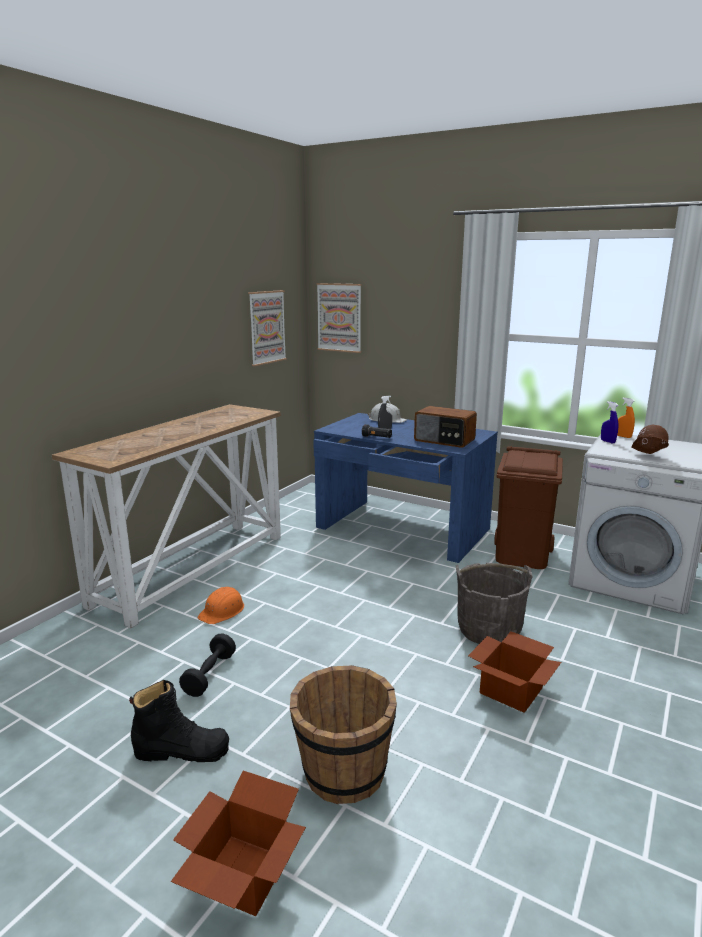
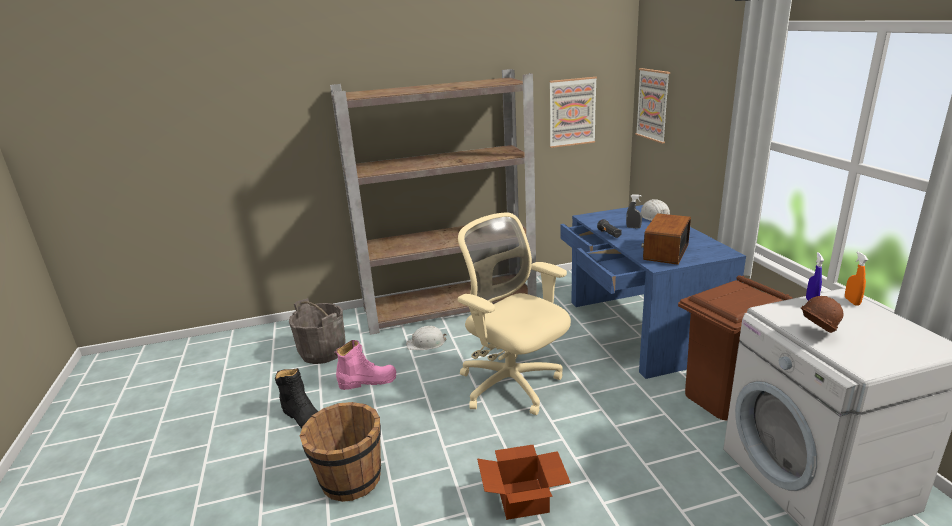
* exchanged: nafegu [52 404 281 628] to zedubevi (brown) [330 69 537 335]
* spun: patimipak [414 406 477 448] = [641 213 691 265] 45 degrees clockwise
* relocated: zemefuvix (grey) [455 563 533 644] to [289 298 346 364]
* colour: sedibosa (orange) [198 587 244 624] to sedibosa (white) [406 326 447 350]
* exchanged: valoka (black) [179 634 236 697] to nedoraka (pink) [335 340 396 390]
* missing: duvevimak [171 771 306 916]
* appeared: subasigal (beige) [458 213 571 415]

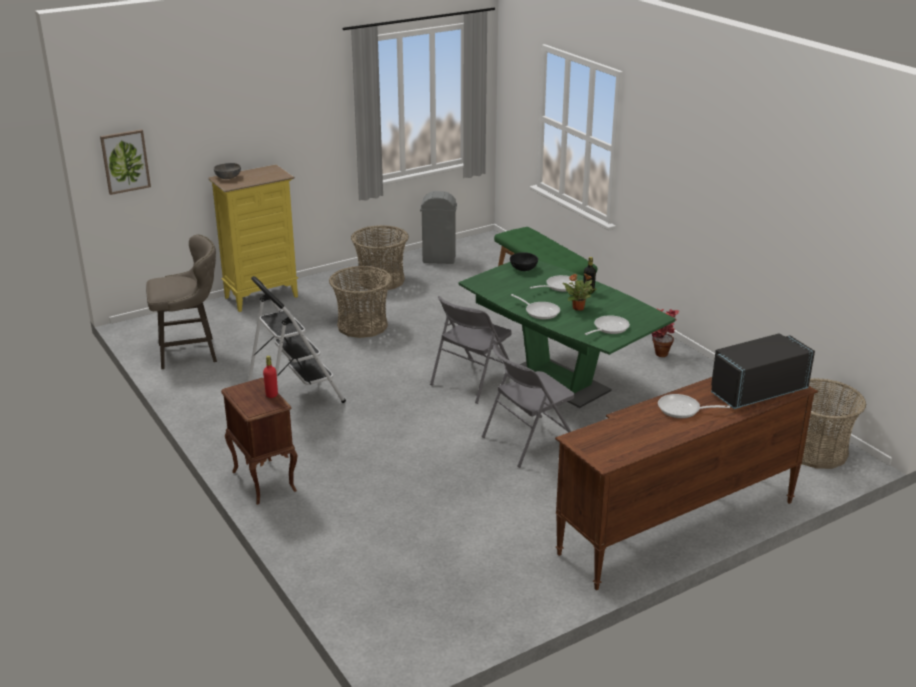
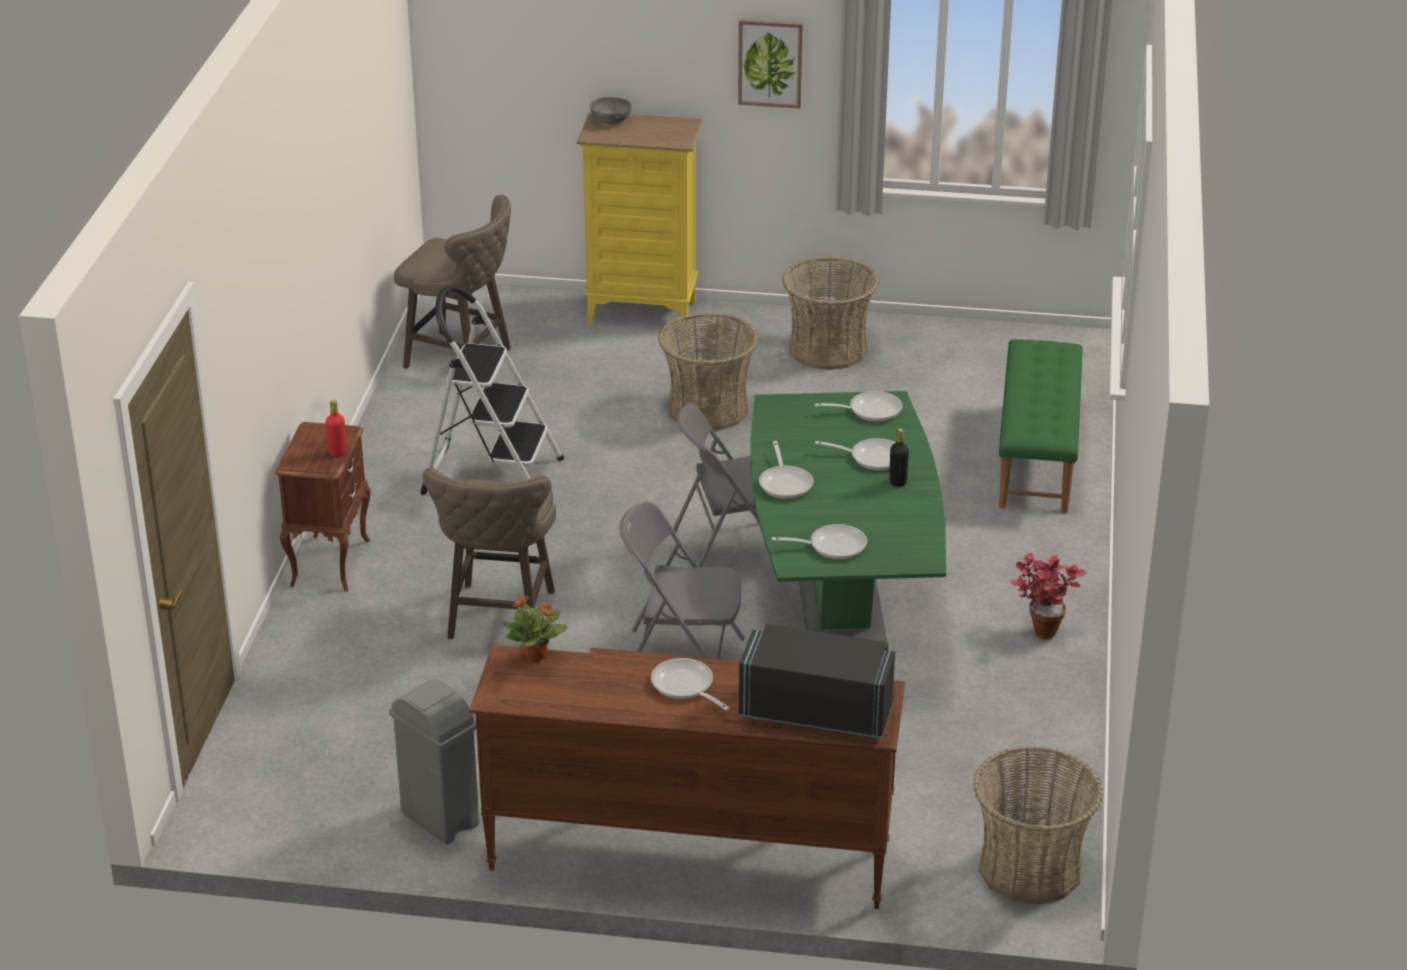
* relocated: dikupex [100 129 151 195] to [738 19 803 109]
* relocated: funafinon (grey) [420 191 457 264] to [389 679 479 844]
* exchanged: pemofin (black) [510 252 538 271] to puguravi [815 391 903 422]
* relocated: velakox [562 273 597 311] to [502 596 567 662]
* appeared: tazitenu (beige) [423 467 556 639]

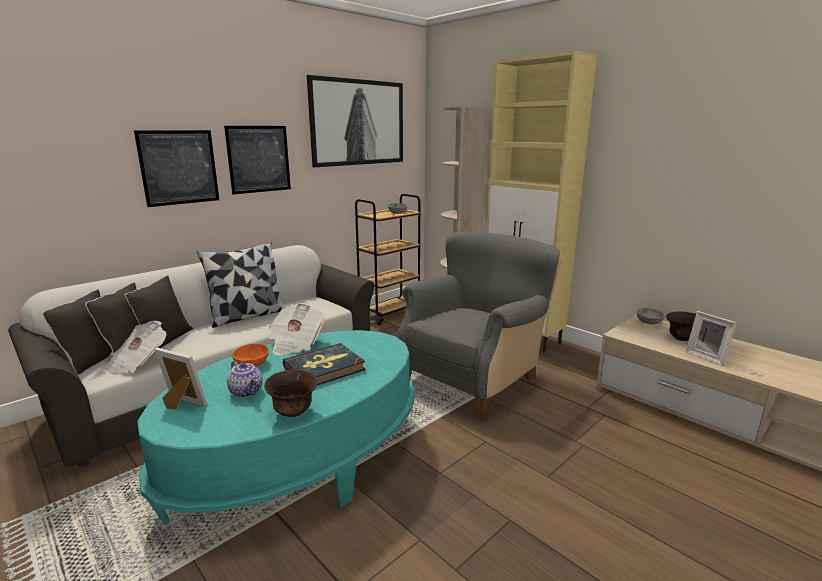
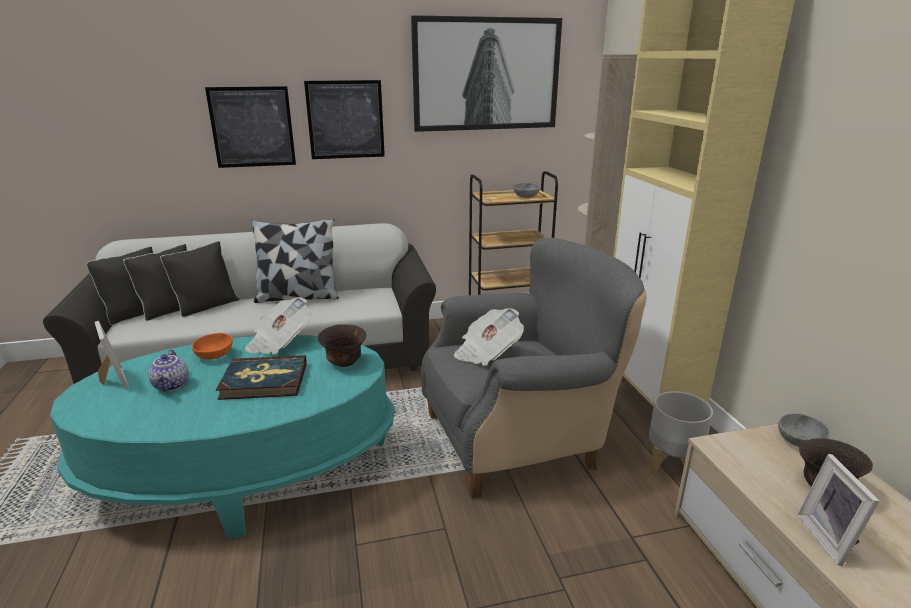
* relocated: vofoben [102 321 166 374] to [454 308 524 366]
* relocated: pemofin (brown) [264 369 318 417] to [317 324 366 367]
* appeared: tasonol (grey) [649 391 713 475]

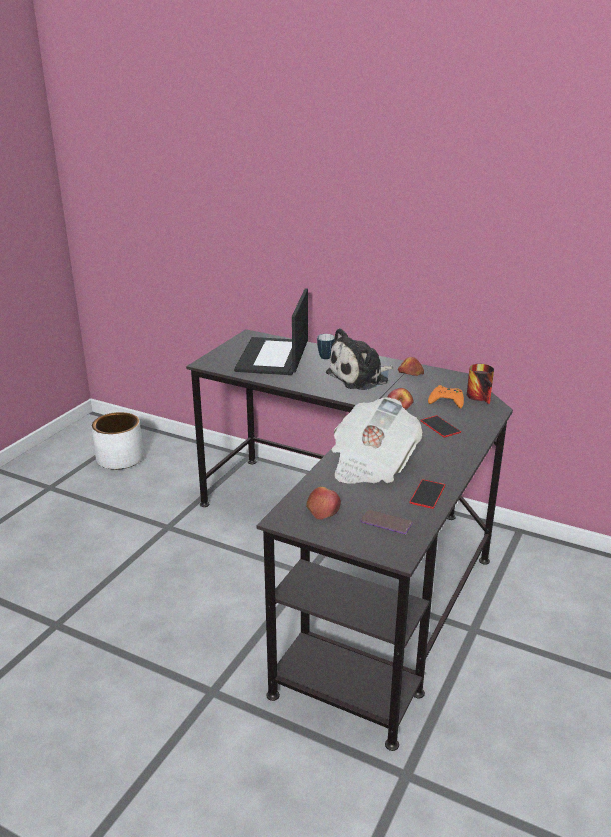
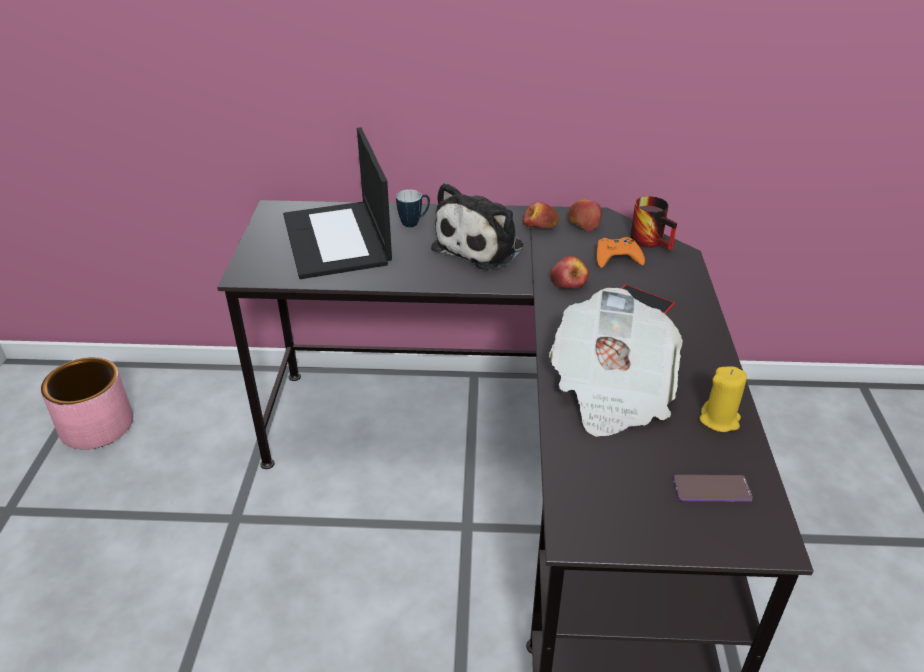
* colour: tasonol (white) [92 412 144 470] to tasonol (pink) [41 357 133 450]
* exchanged: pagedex [409 479 445 509] to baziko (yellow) [699 366 746 432]
* relocated: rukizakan [306 487 341 520] to [568 199 602 232]

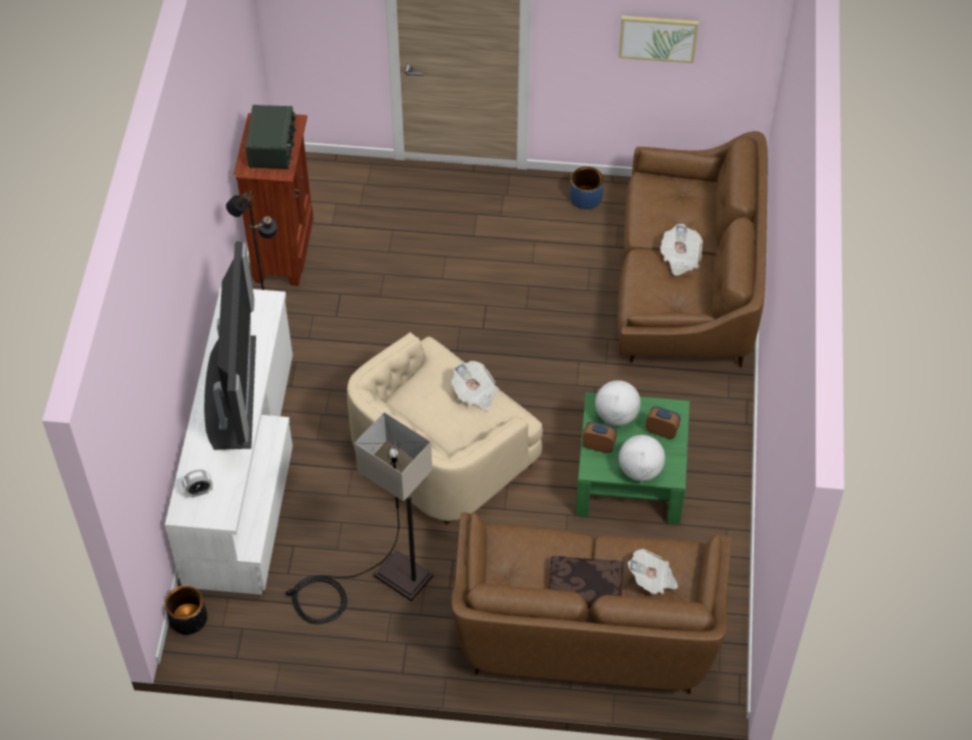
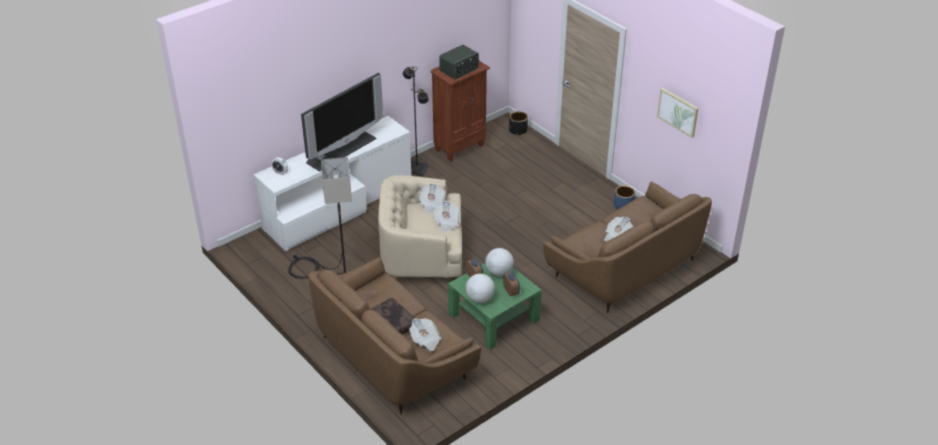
* relocated: tasonol (black) [165 586 207 635] to [509 111 528 135]
* appeared: vofoben [419 183 446 213]

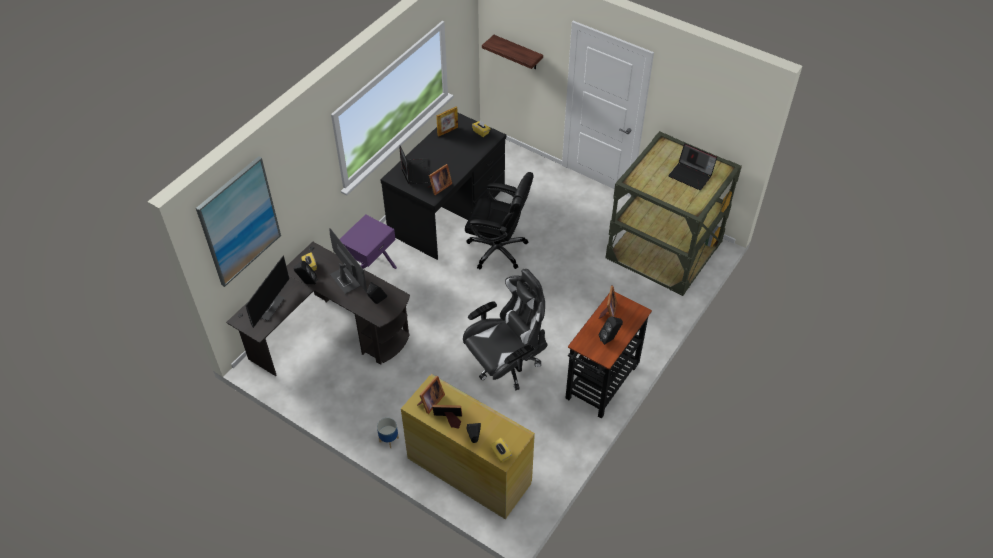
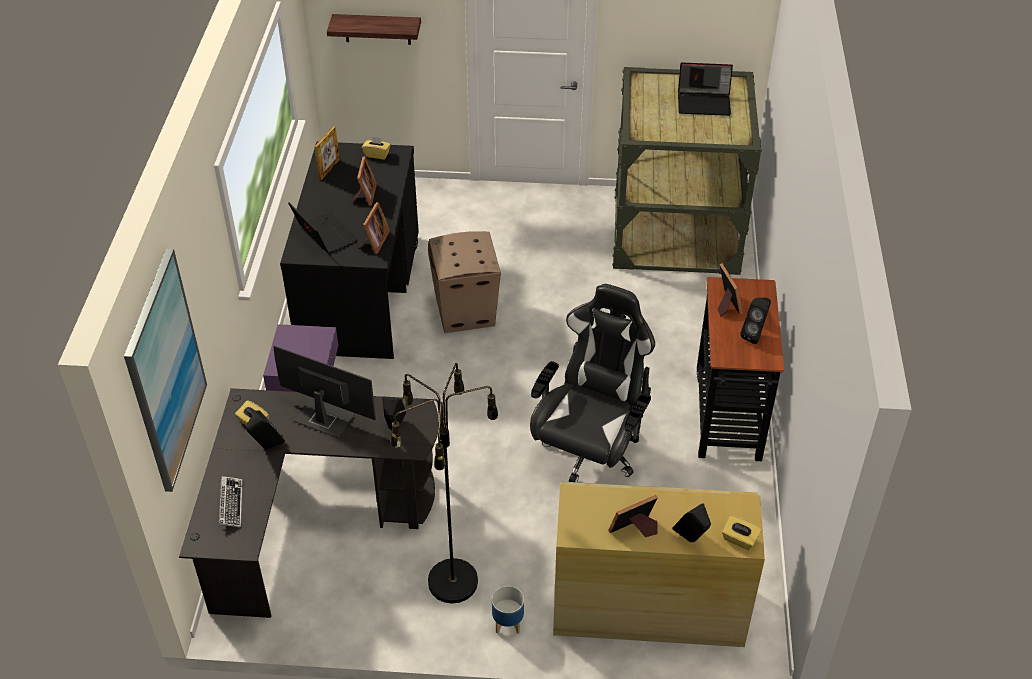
* exchanged: subasigal (black) [465 172 534 269] to duvevimak [428 231 501 333]
* exchanged: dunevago [246 256 290 328] to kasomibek [219 476 242 527]
* relocated: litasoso [417 376 445 414] to [352 156 377 206]
* appeared: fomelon [391 363 498 604]

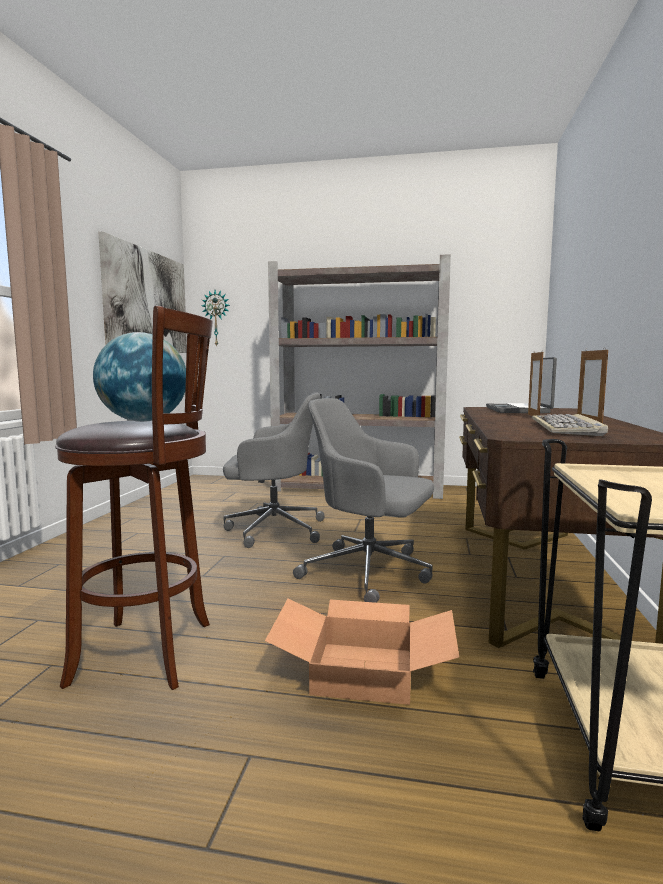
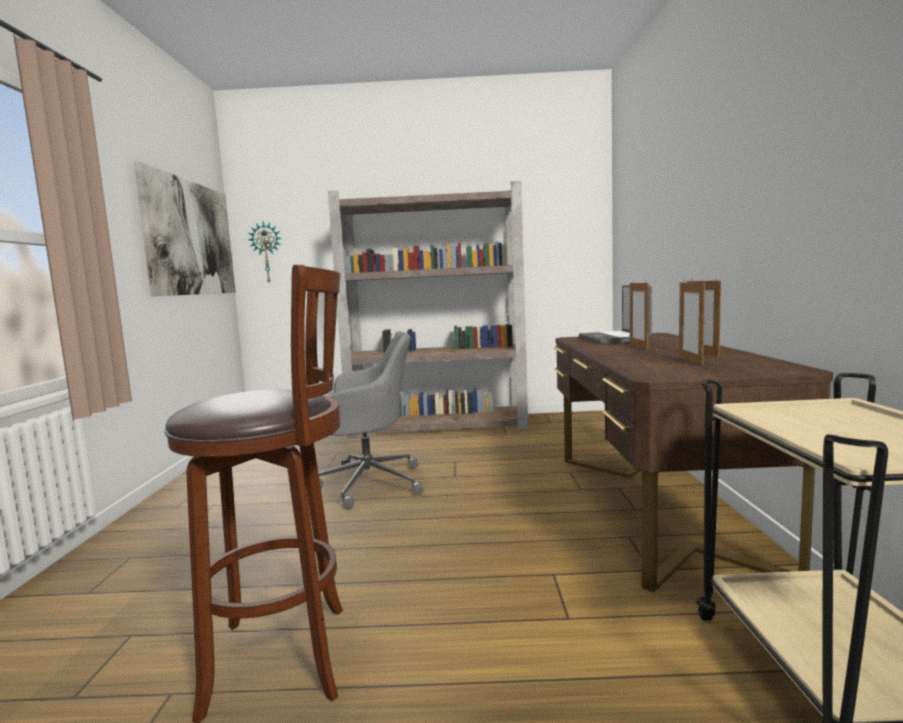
* missing: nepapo [93 332 186 422]
* missing: subasigal (grey) [293 398 434 603]
* exchanged: kasomibek [532 414 608 436] to litasoso [679 280 705 366]
* missing: duvevimak [265 599 459 705]

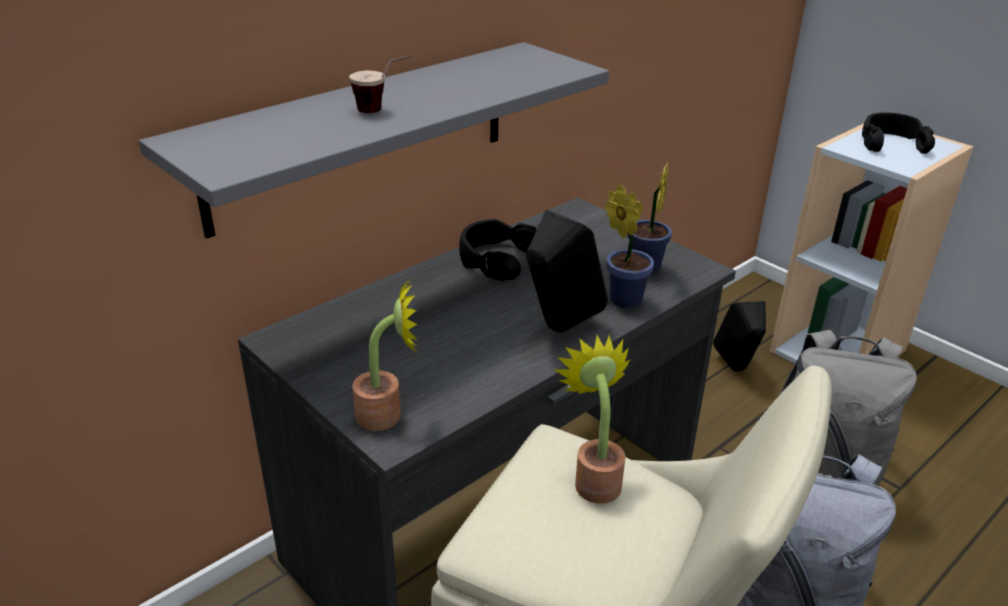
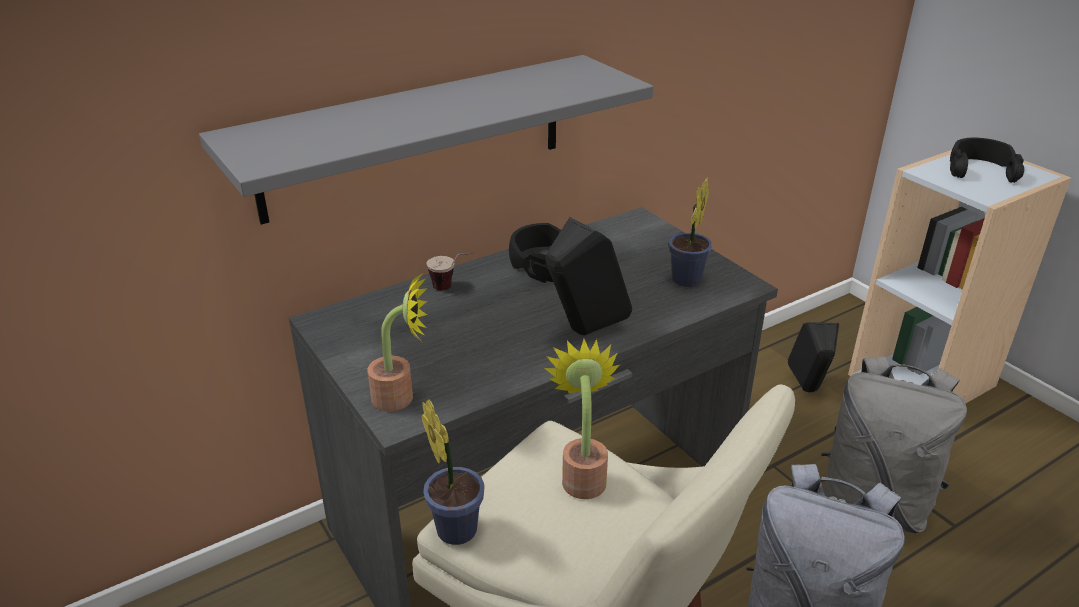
* relocated: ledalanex [349 55 412 113] to [426 253 474 291]
* relocated: velakox [604 184 654 308] to [422 400 485 545]

